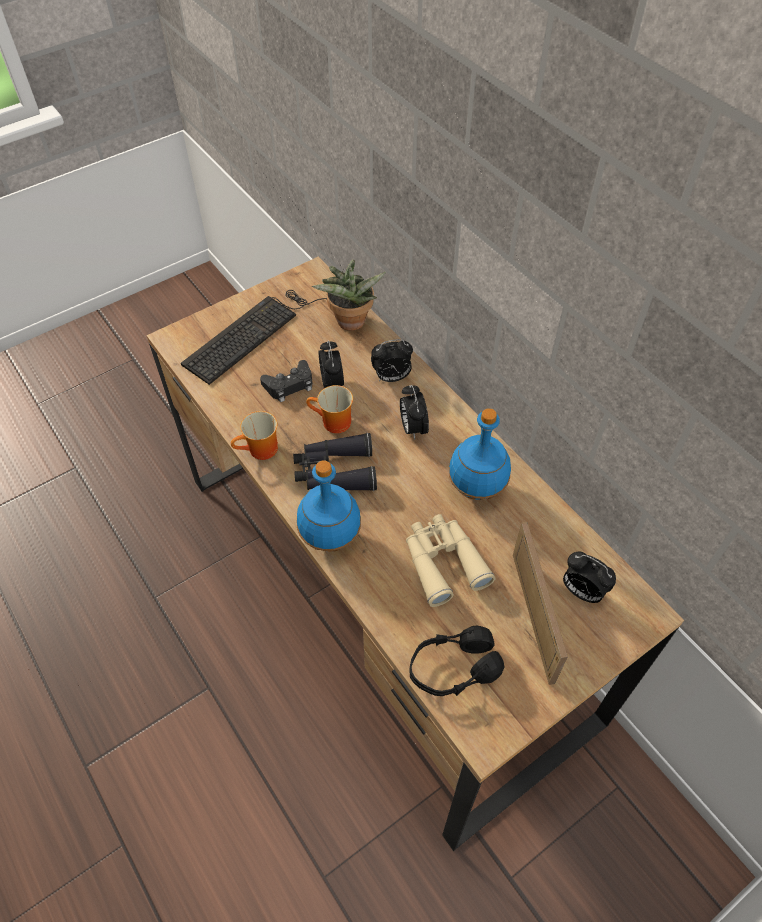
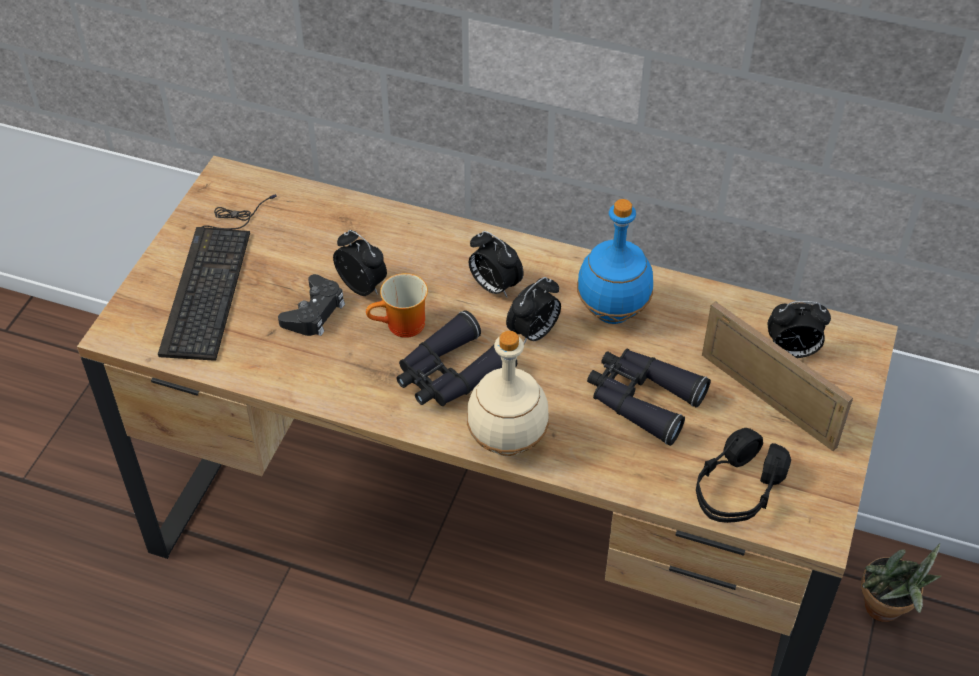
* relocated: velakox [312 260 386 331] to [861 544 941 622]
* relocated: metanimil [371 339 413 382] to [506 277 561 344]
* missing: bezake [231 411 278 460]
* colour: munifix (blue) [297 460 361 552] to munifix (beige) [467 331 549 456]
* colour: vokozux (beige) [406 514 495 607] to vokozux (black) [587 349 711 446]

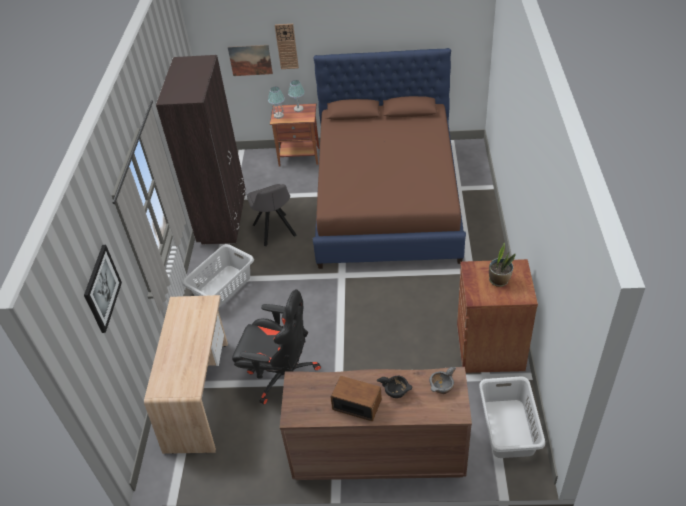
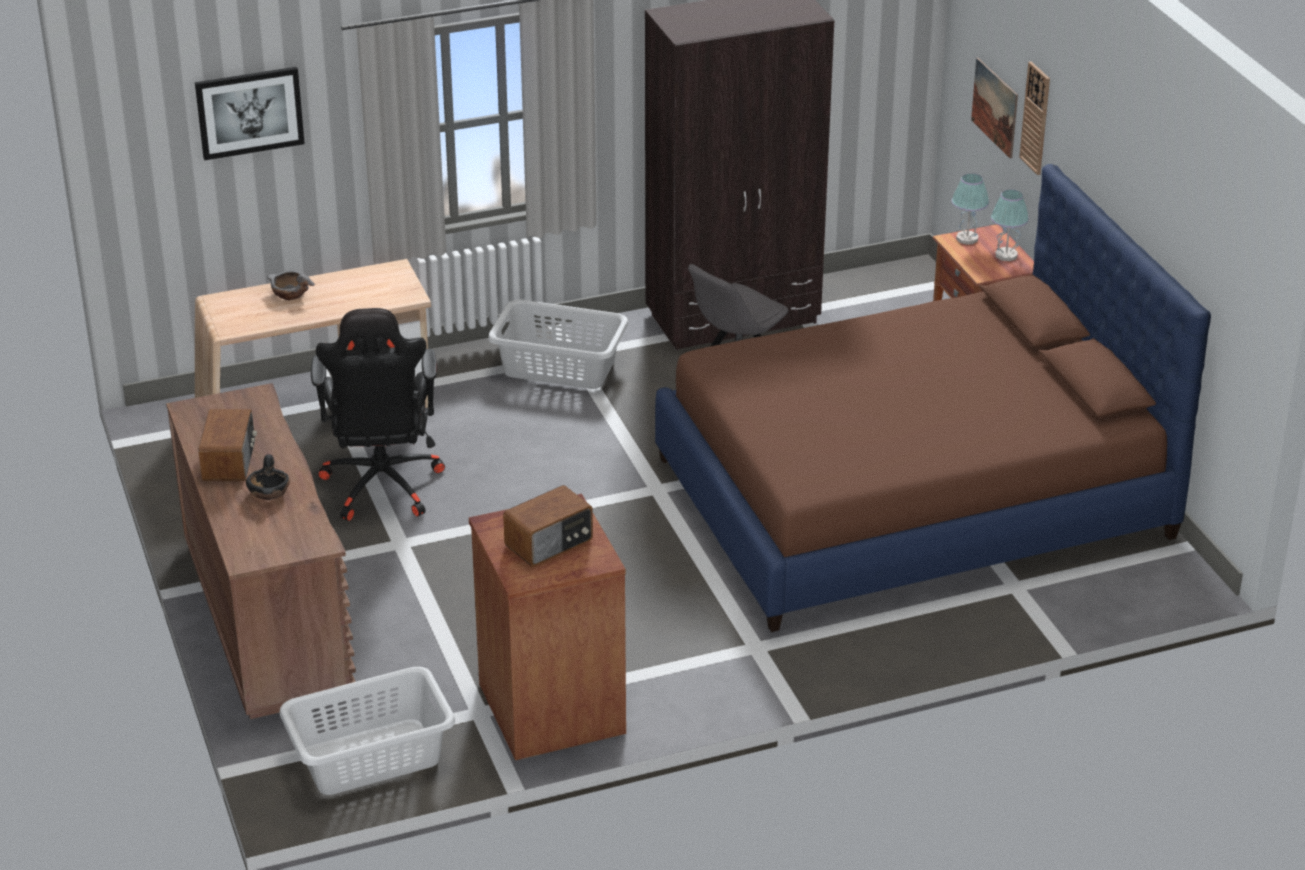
* exchanged: velakox [489 243 516 287] to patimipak [503 485 593 567]
* relocated: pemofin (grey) [429 367 456 394] to [267 271 315 300]

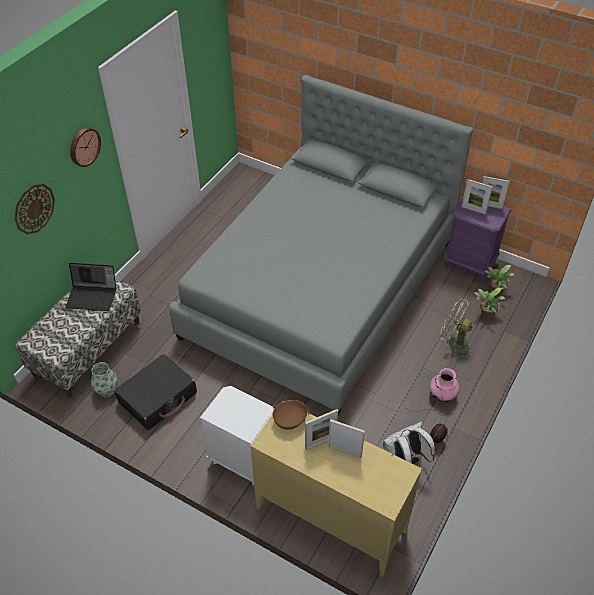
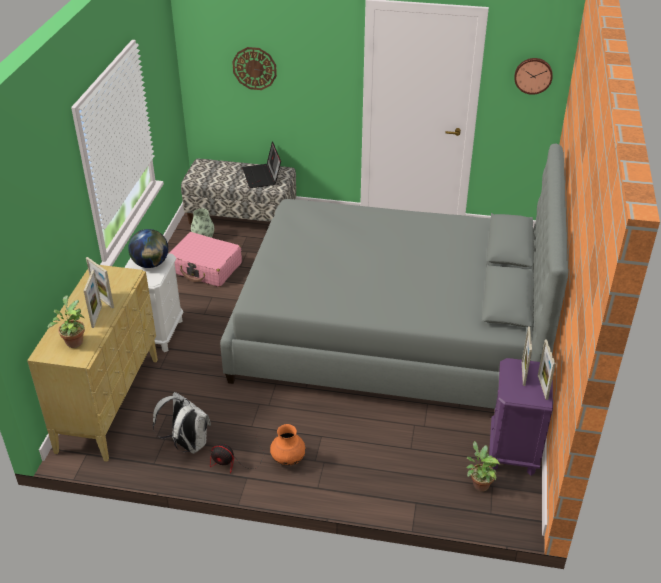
* relocated: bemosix [70 128 101 167] to [514 58 553 95]
* relocated: velakox [474 288 505 318] to [48 295 85 348]
* missing: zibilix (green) [439 298 473 359]
* colour: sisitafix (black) [114 354 197 430] to sisitafix (pink) [170 232 242 287]
* colour: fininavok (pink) [430 368 459 402] to fininavok (orange) [270 424 305 465]
* missing: pemofin (brown) [272 400 307 430]
* appeared: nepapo [128 229 168 268]

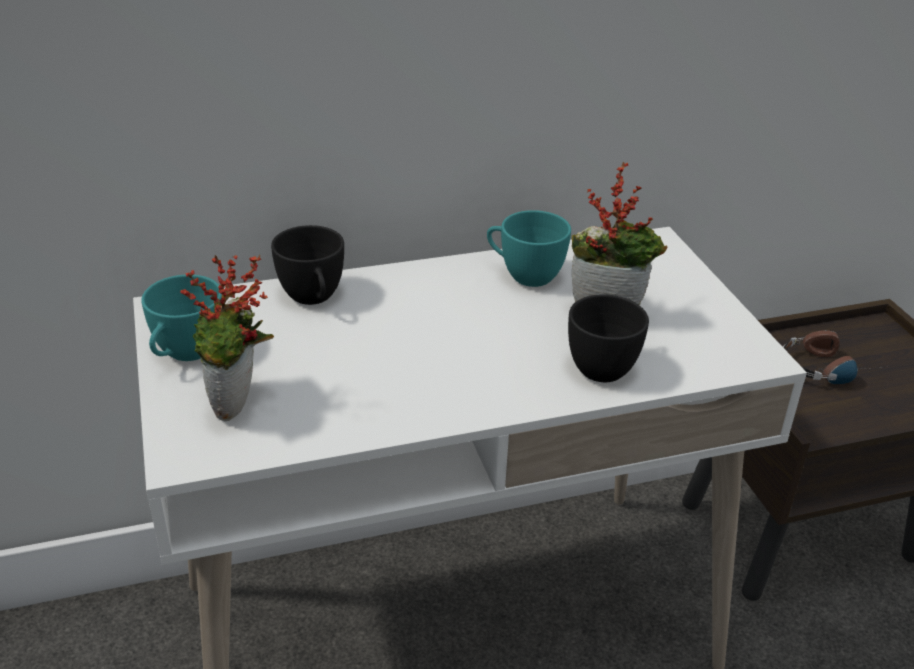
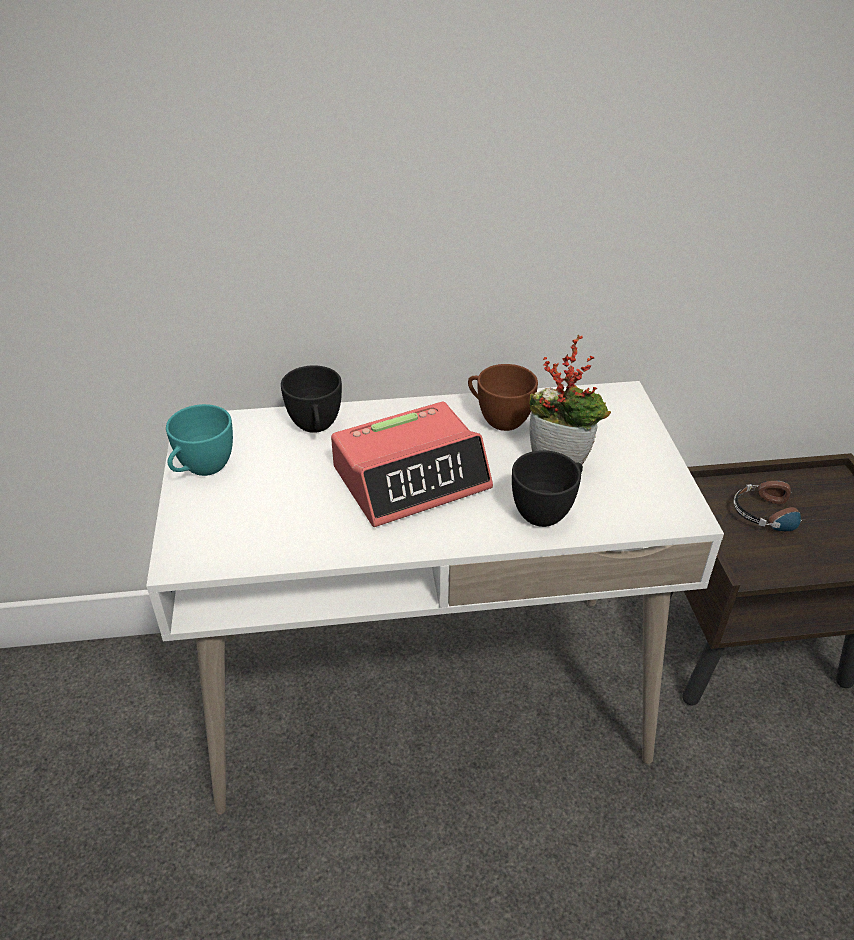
* colour: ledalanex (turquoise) [487 210 571 287] to ledalanex (brown) [468 364 538 431]
* missing: velakox [180 254 274 421]
* appeared: metanimil [331 402 493 527]

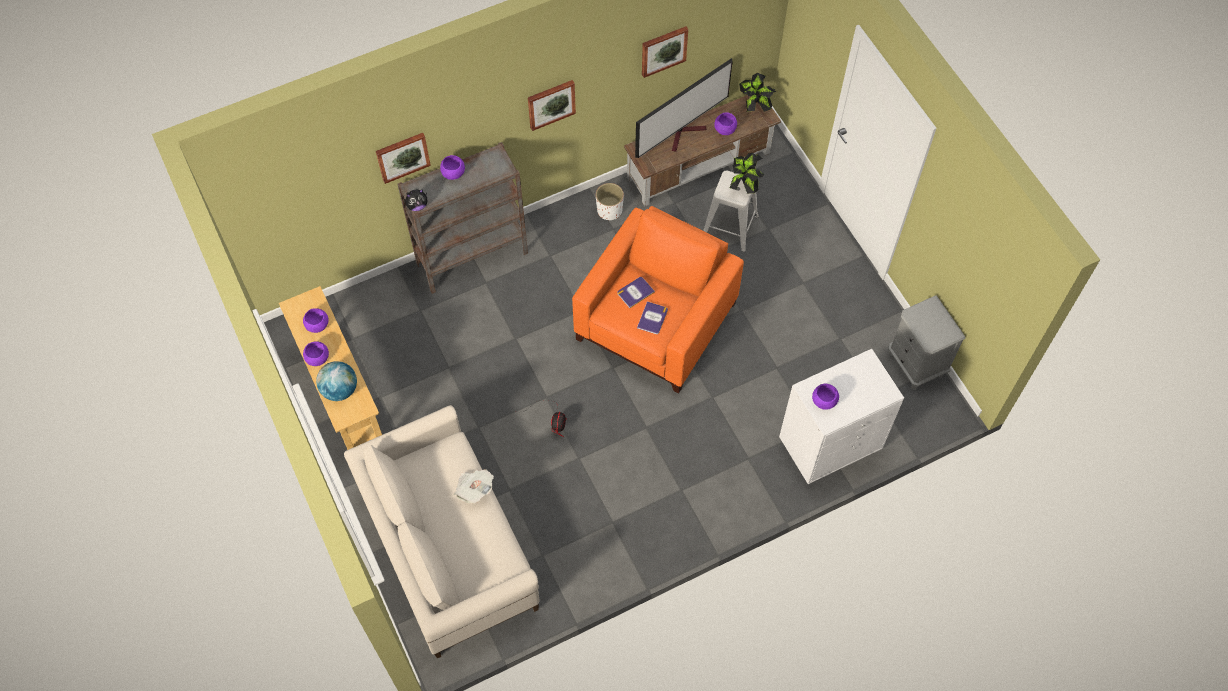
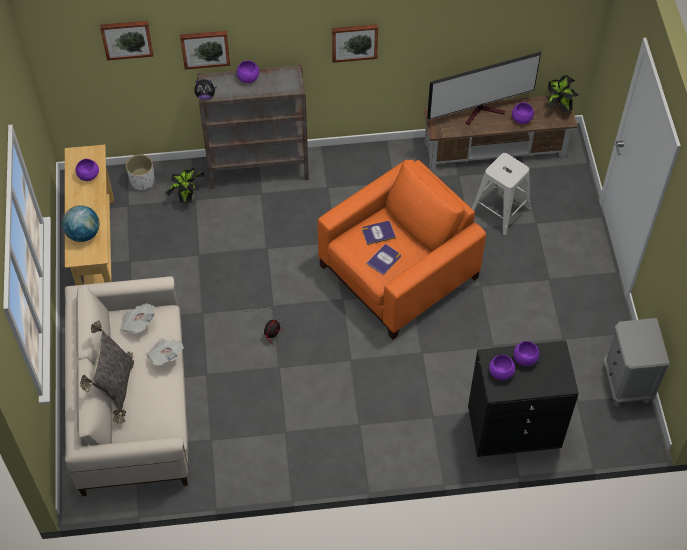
* relocated: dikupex [642 26 688 78] to [100 21 154 60]
* relocated: velakox [730 153 764 194] to [166 168 205 204]
* relocated: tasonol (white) [596 183 624 220] to [126 154 155 191]
* relocated: pemofin (purple) [303 341 329 366] to [514 341 540 366]
* colour: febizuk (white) [779 349 904 484] to febizuk (black) [468 341 579 457]
* appeared: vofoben [120 303 155 334]
* appeared: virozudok [80 320 134 424]

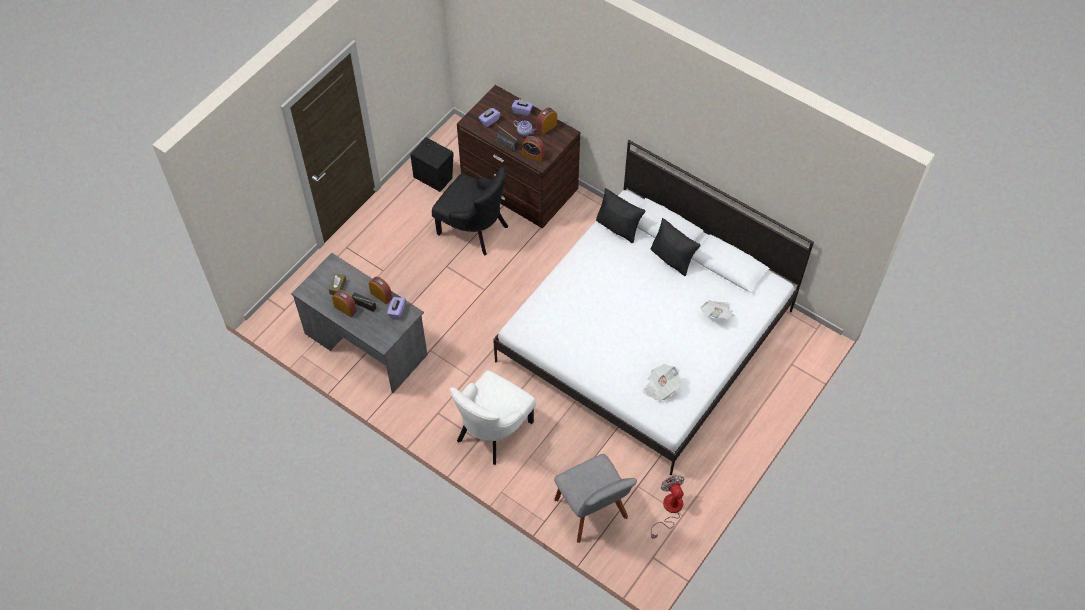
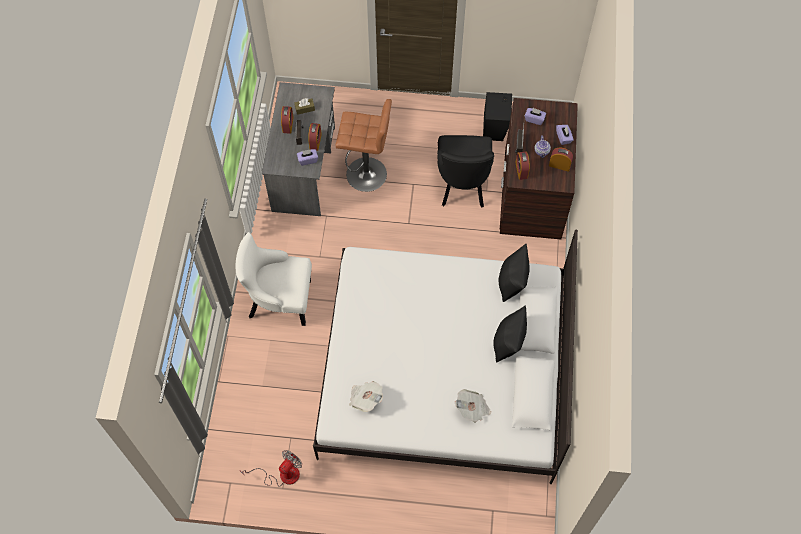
* missing: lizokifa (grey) [554 454 637 543]
* appeared: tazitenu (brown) [335 99 392 192]

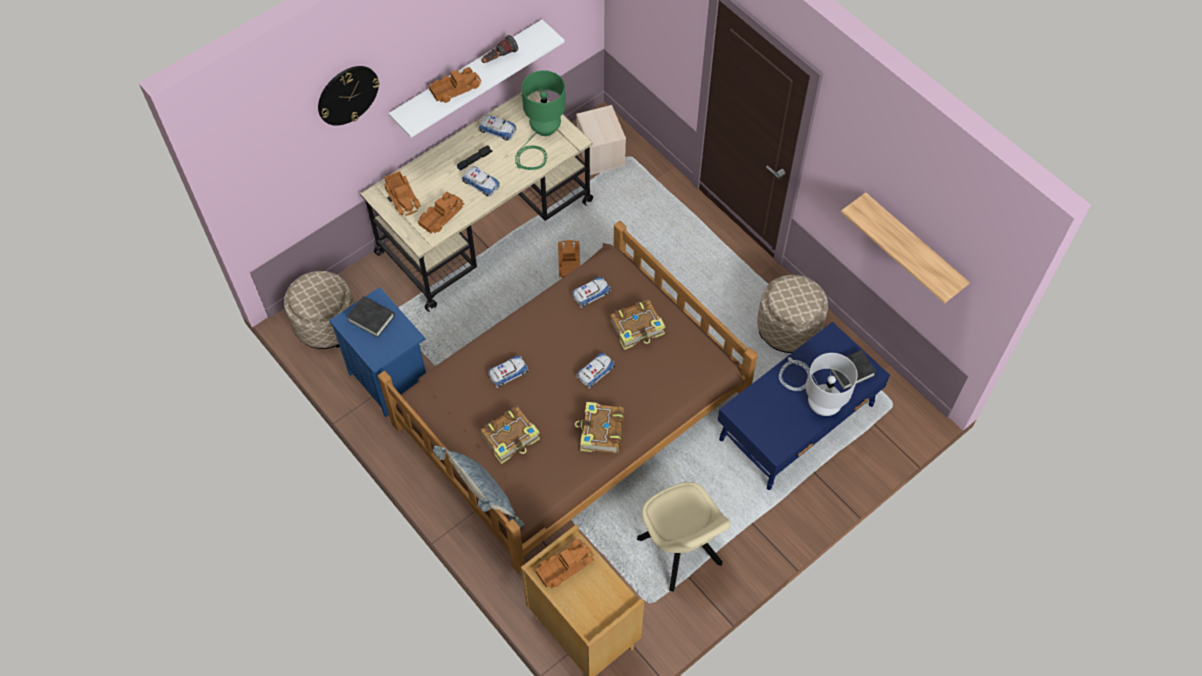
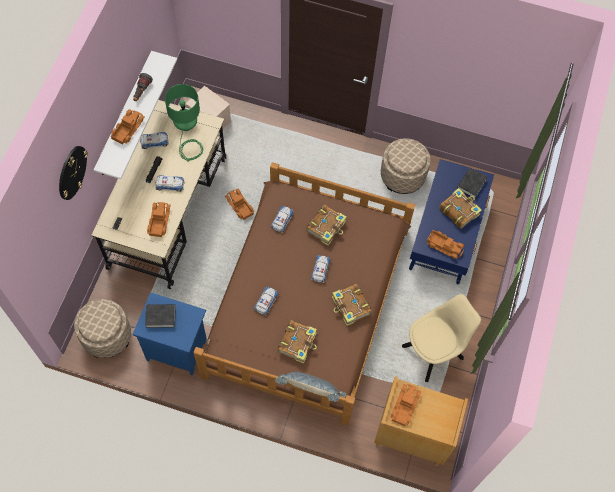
* relocated: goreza [384 171 421 216] to [426 230 464 259]
* missing: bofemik [841 192 970 304]
* exchanged: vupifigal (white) [779 353 858 416] to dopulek [439 188 482 229]
* spun: lizokifa (beige) [637 482 730 592] = [402 294 481 382] 60 degrees counterclockwise

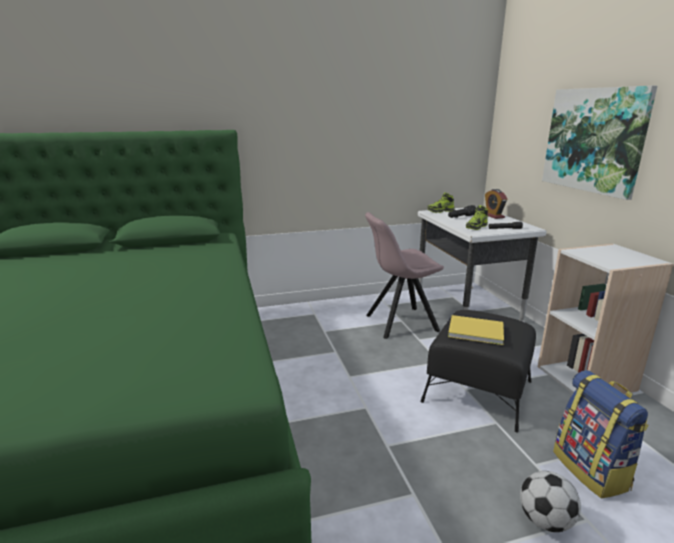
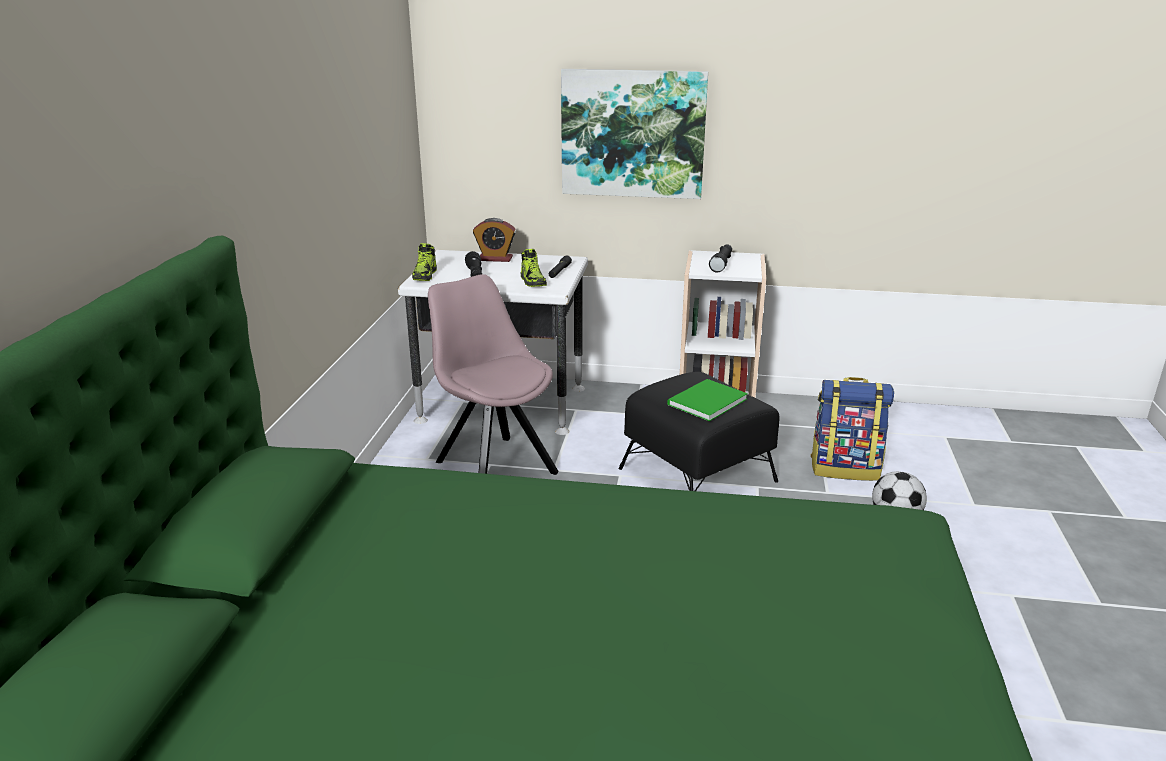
* spun: lizokifa (pink) [365 212 444 339] = [428 274 558 475] 135 degrees clockwise
* colour: dopulek (yellow) [448 315 504 345] to dopulek (green) [667 379 748 421]
* appeared: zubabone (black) [709 244 732 272]

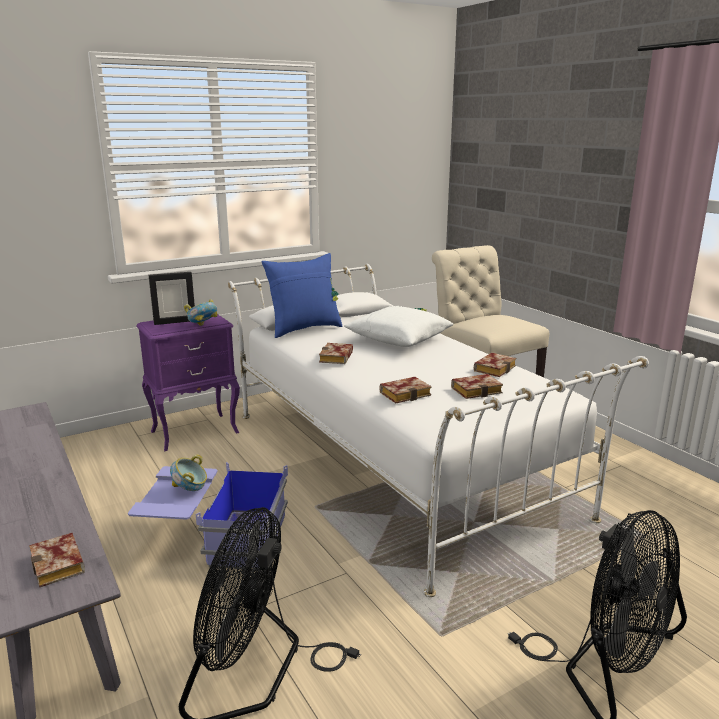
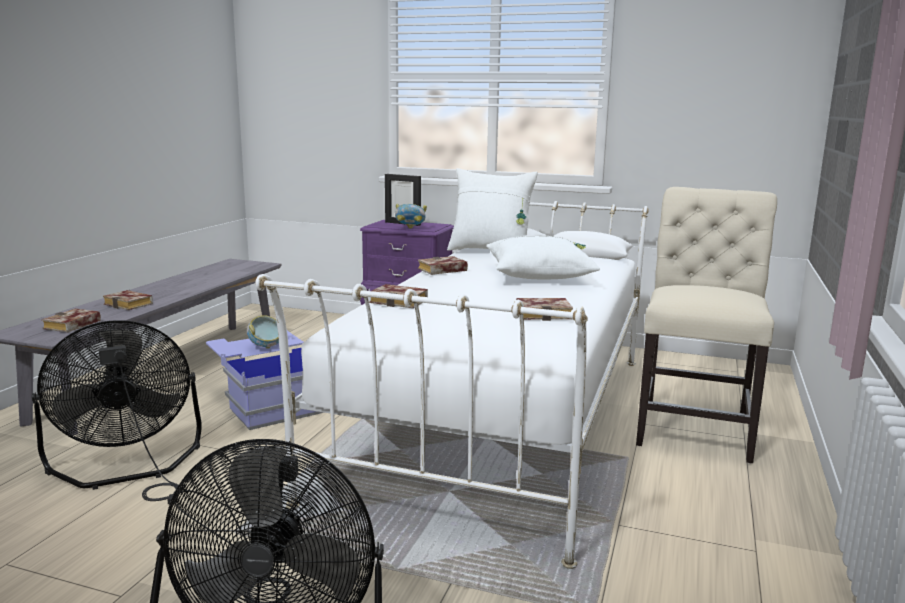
* colour: virozudok (blue) [262 253 342 338] to virozudok (white) [447 168 538 251]
* relocated: dopulek [451 374 503 399] to [103 290 153 310]

